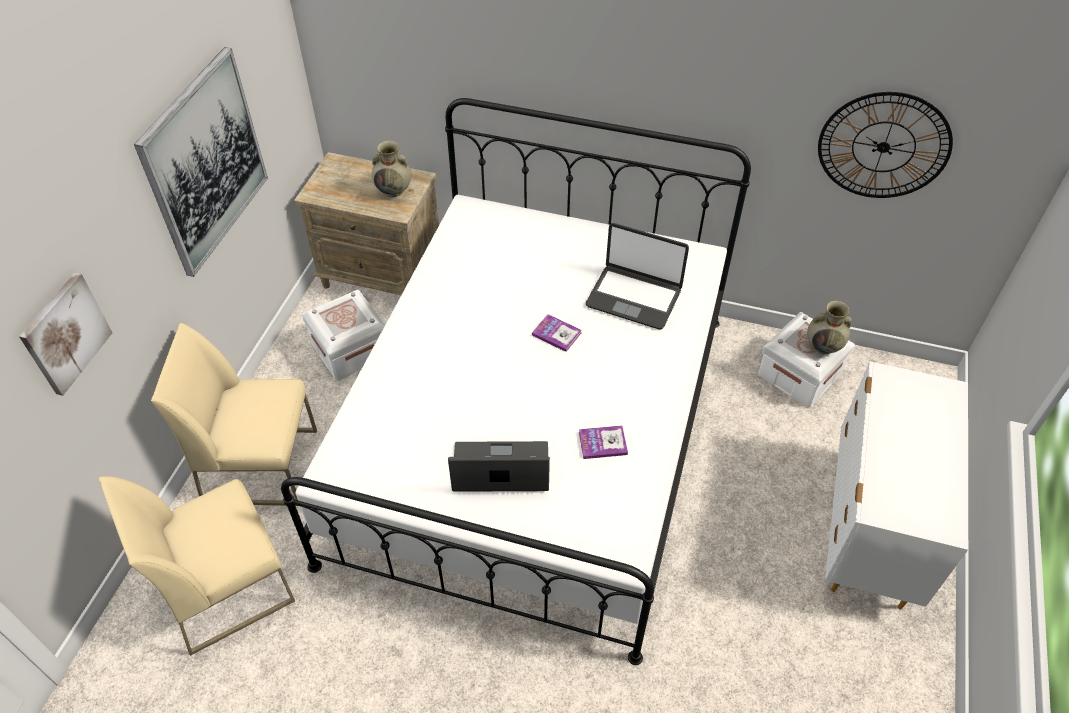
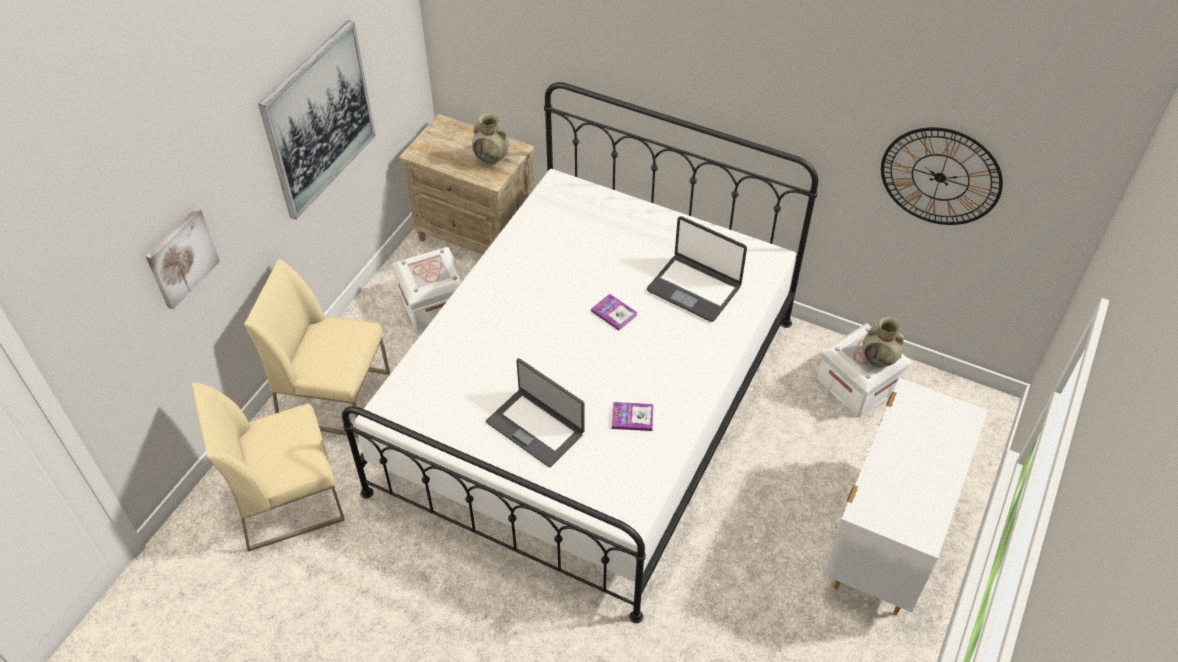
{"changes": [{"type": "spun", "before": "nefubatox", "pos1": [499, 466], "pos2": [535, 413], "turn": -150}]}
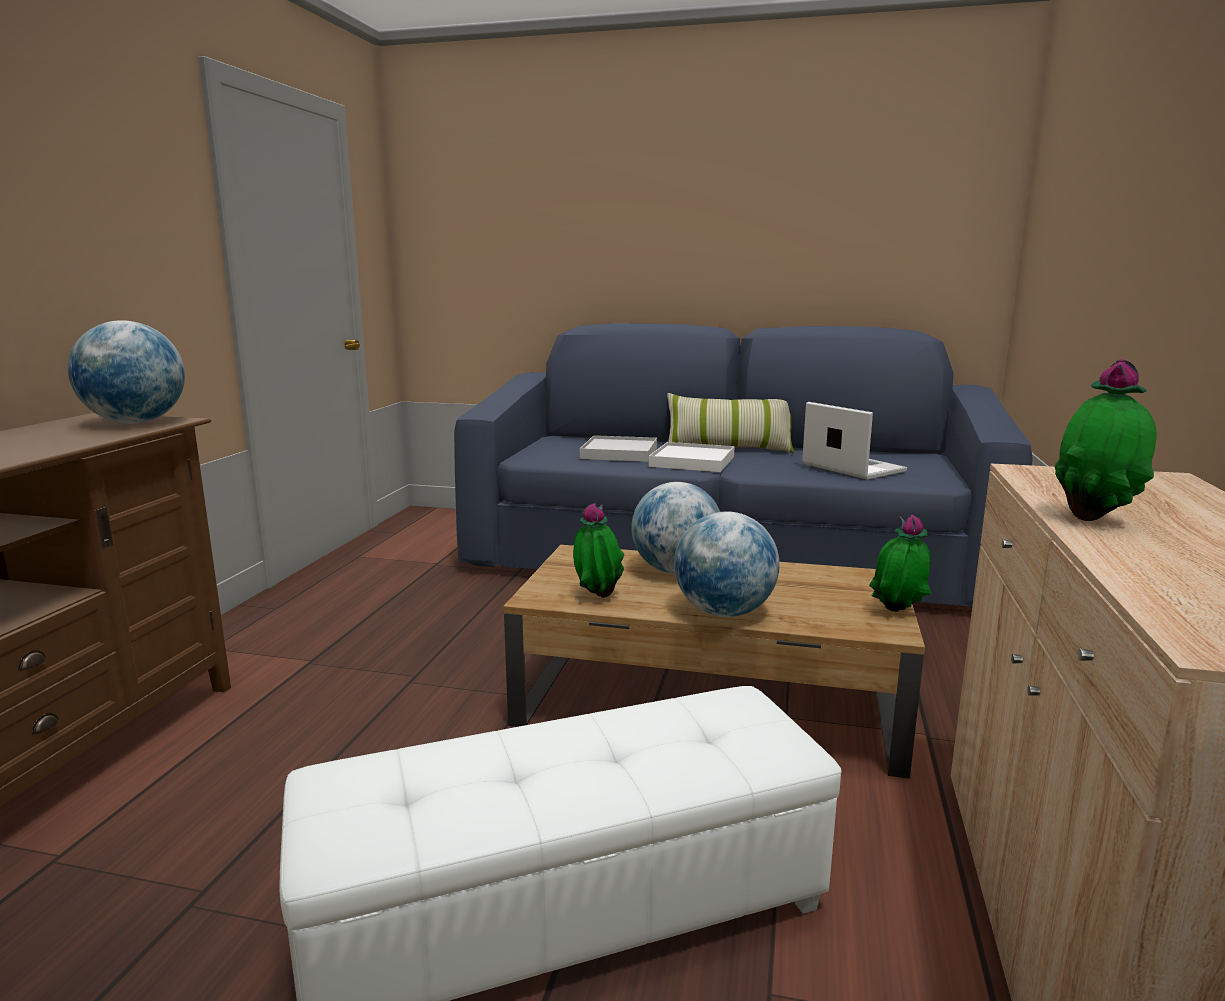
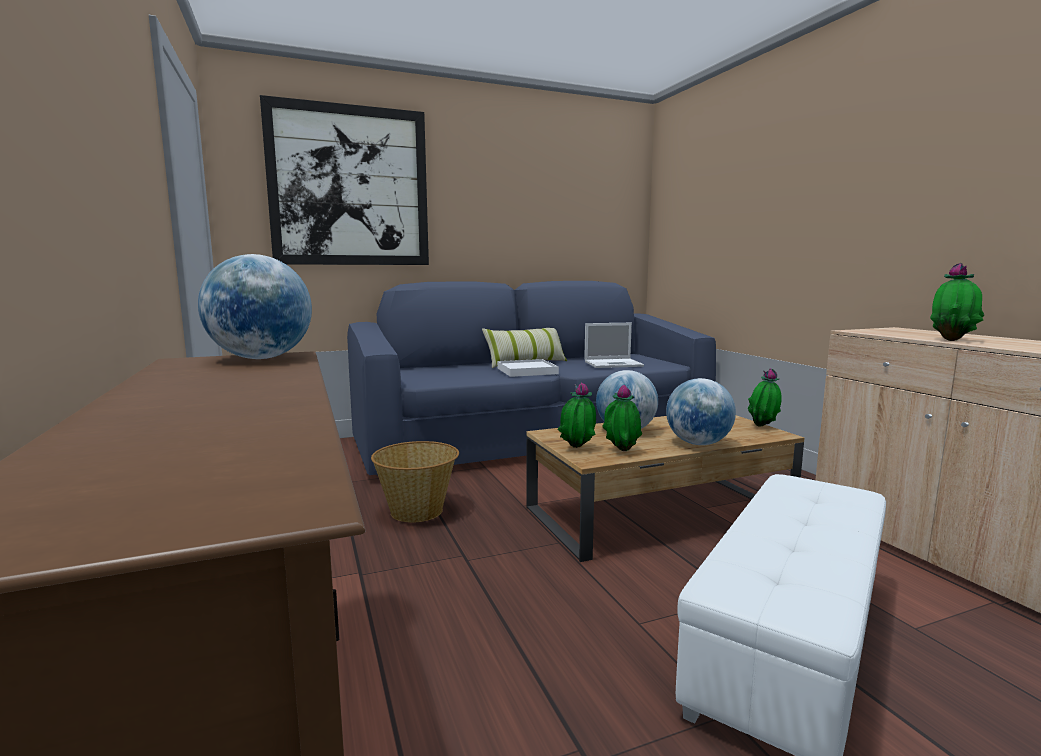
{"changes": [{"type": "appeared", "after": "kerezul", "pos2": [344, 180]}, {"type": "appeared", "after": "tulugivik", "pos2": [415, 482]}, {"type": "appeared", "after": "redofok", "pos2": [576, 415]}, {"type": "spun", "before": "nefubatox", "pos1": [854, 441], "pos2": [614, 345], "turn": 150}, {"type": "missing", "before": "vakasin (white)", "pos1": [618, 448]}]}
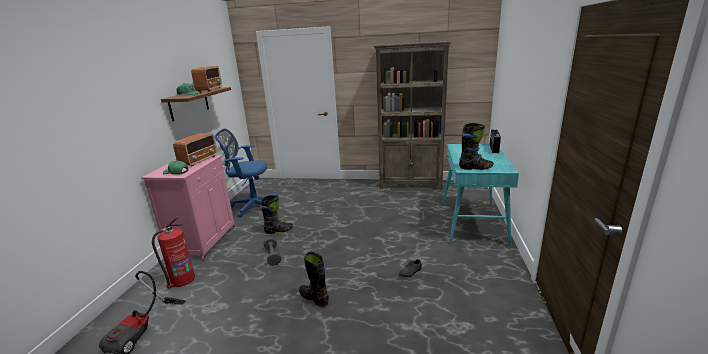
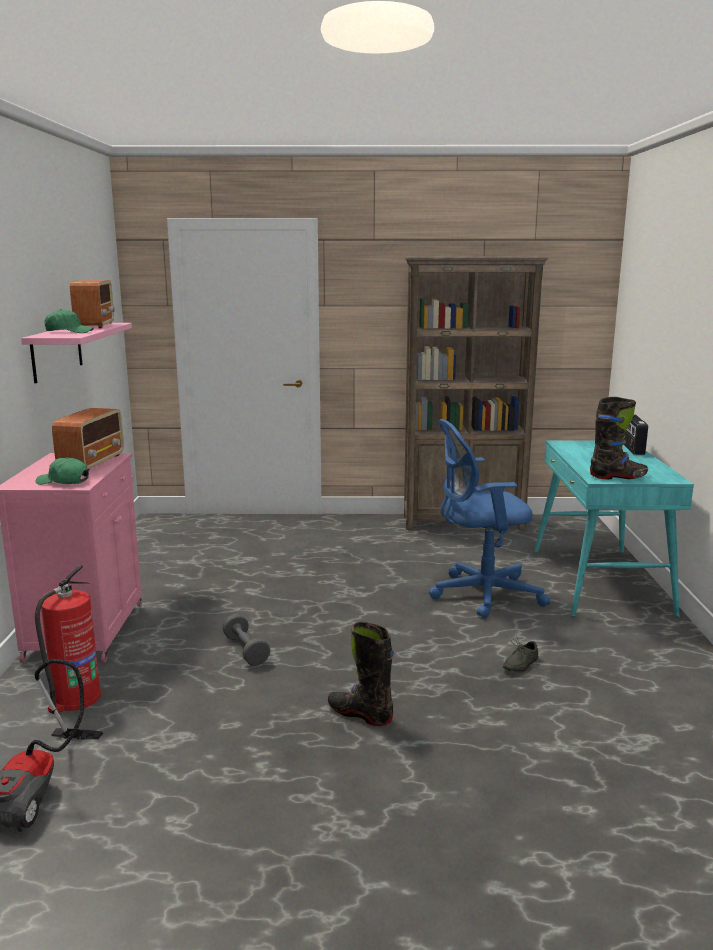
{"changes": [{"type": "colour", "before": "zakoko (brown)", "after": "zakoko (pink)", "pos1": [196, 104], "pos2": [76, 353]}, {"type": "relocated", "before": "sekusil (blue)", "pos1": [247, 173], "pos2": [489, 518]}, {"type": "missing", "before": "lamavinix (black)", "pos1": [277, 214]}]}
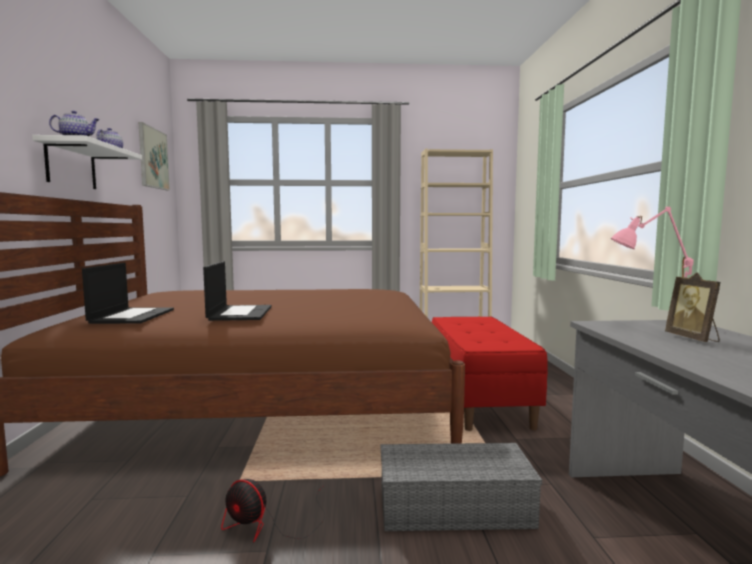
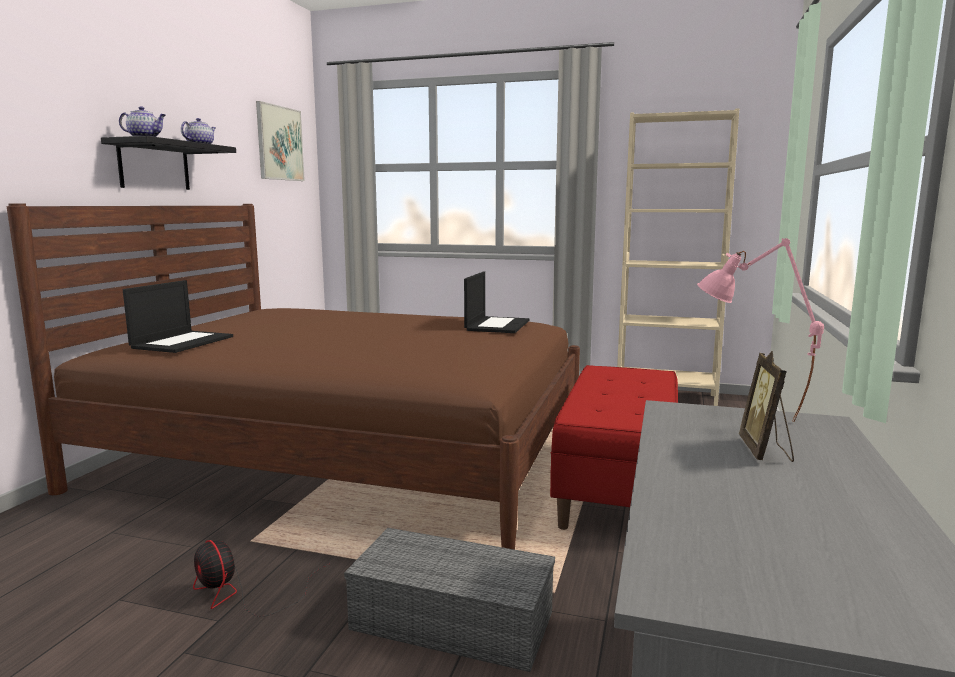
{"changes": [{"type": "colour", "before": "zakoko (white)", "after": "zakoko (black)", "pos1": [87, 162], "pos2": [168, 163]}, {"type": "relocated", "before": "nefubatox", "pos1": [237, 291], "pos2": [496, 302]}]}
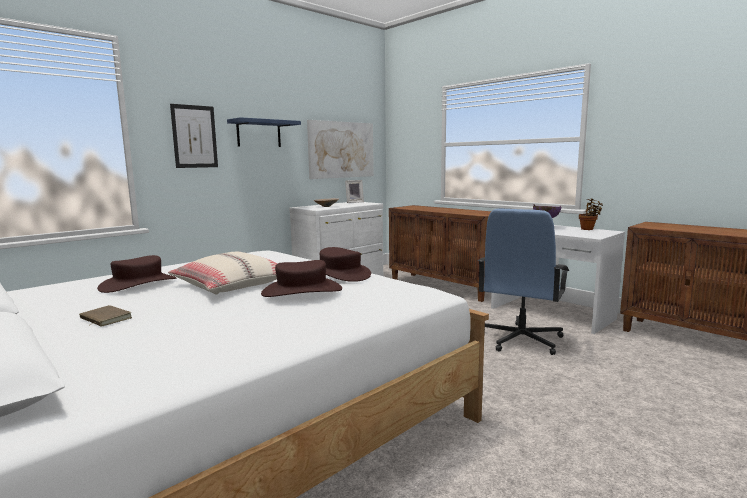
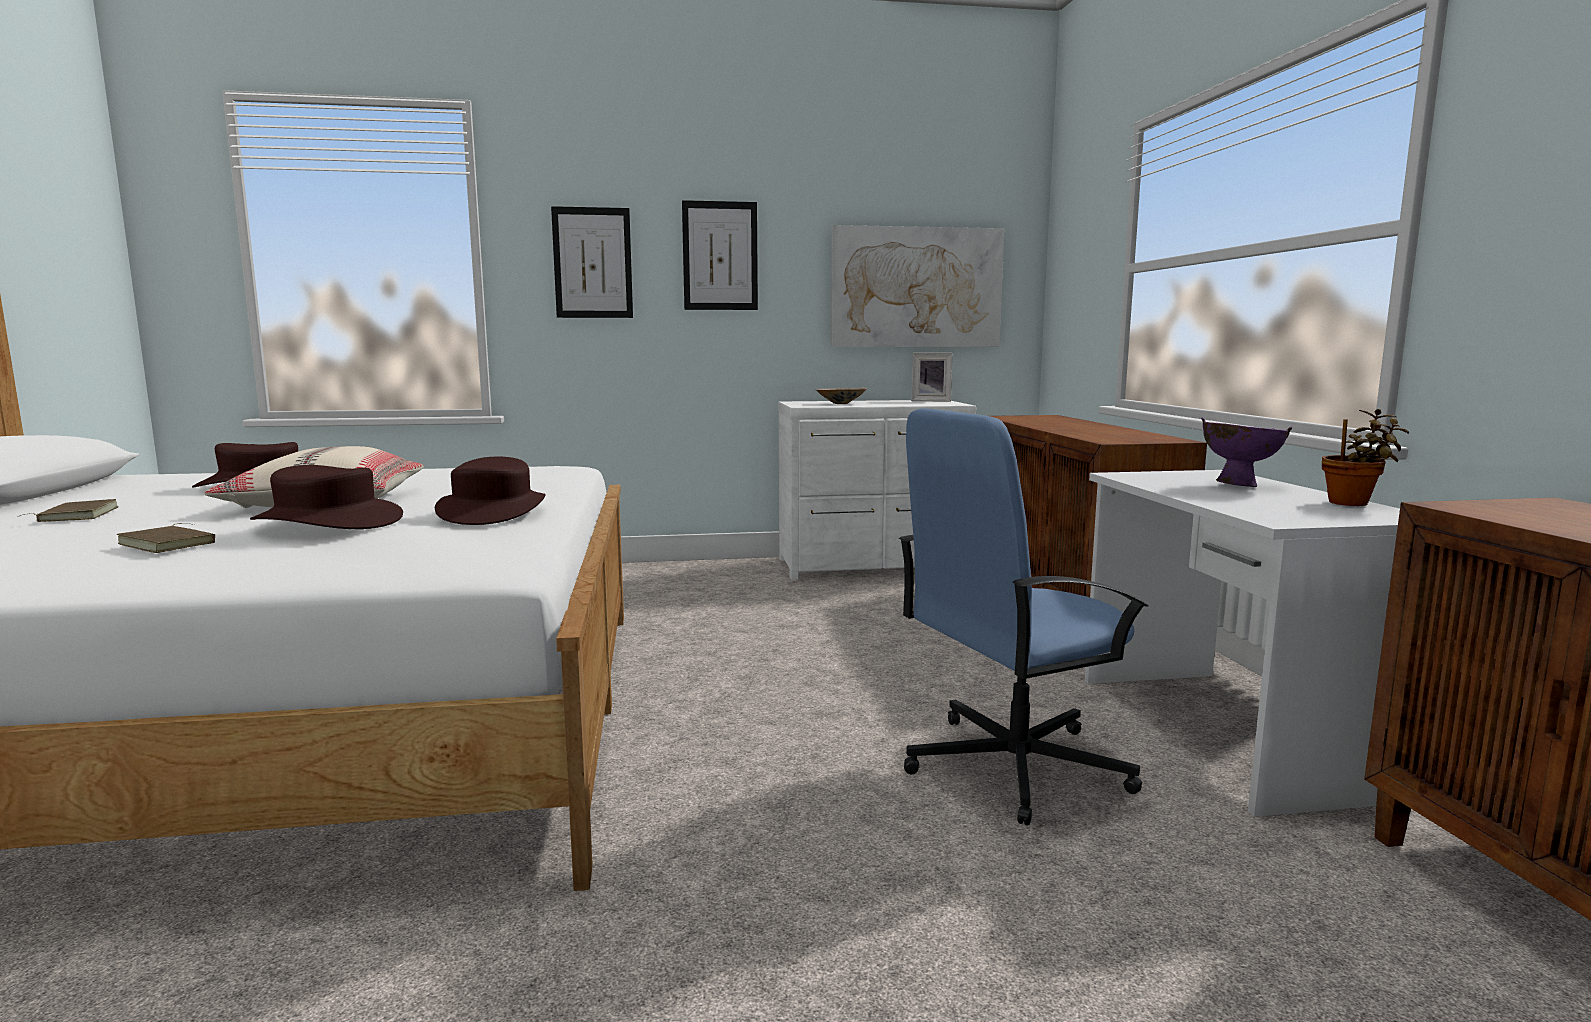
{"changes": [{"type": "appeared", "after": "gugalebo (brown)", "pos2": [166, 538]}, {"type": "exchanged", "before": "zakoko (blue)", "after": "kerezul", "pos1": [264, 132], "pos2": [720, 255]}]}
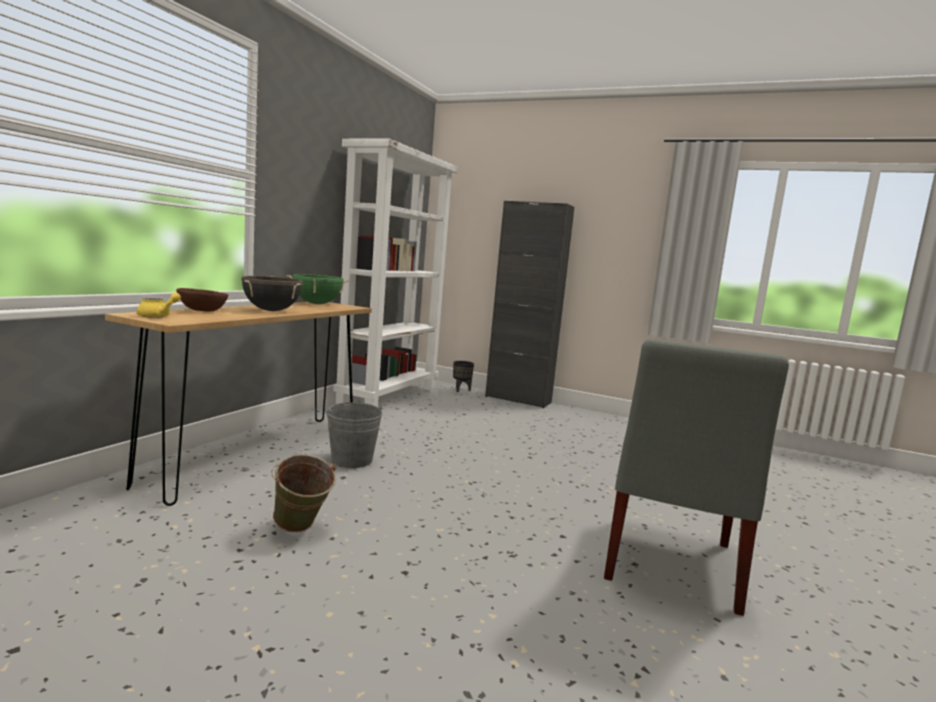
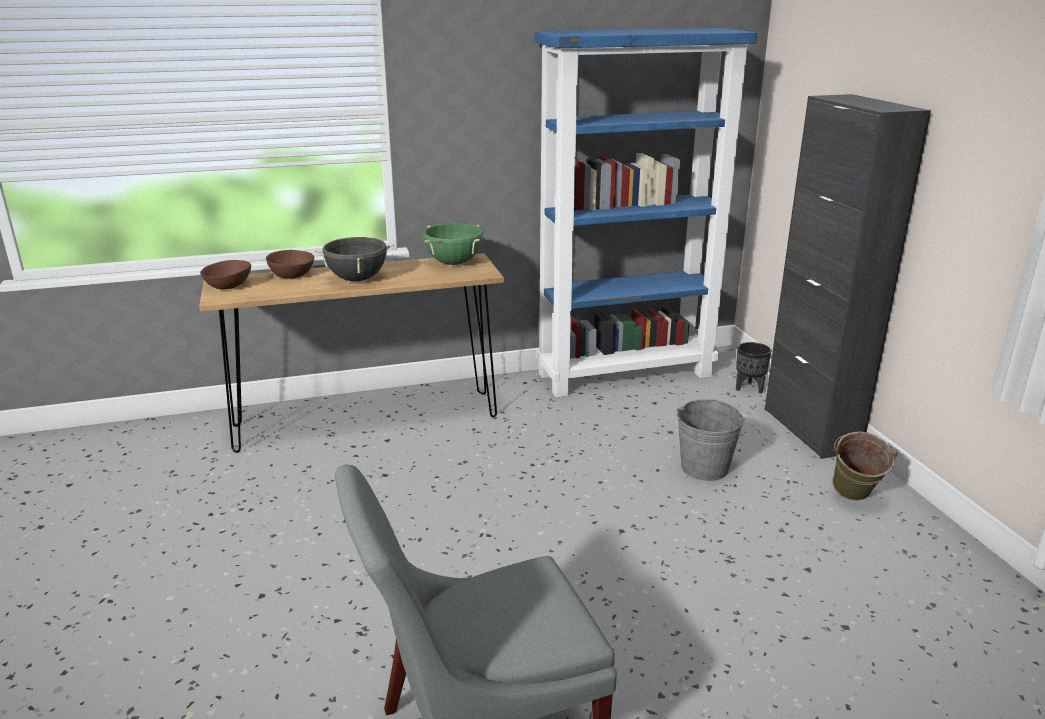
{"changes": [{"type": "exchanged", "before": "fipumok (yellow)", "after": "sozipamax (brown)", "pos1": [159, 305], "pos2": [225, 274]}, {"type": "colour", "before": "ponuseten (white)", "after": "ponuseten (blue)", "pos1": [395, 272], "pos2": [646, 213]}, {"type": "relocated", "before": "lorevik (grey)", "pos1": [354, 435], "pos2": [711, 440]}, {"type": "relocated", "before": "lorevik (green)", "pos1": [304, 493], "pos2": [864, 466]}]}
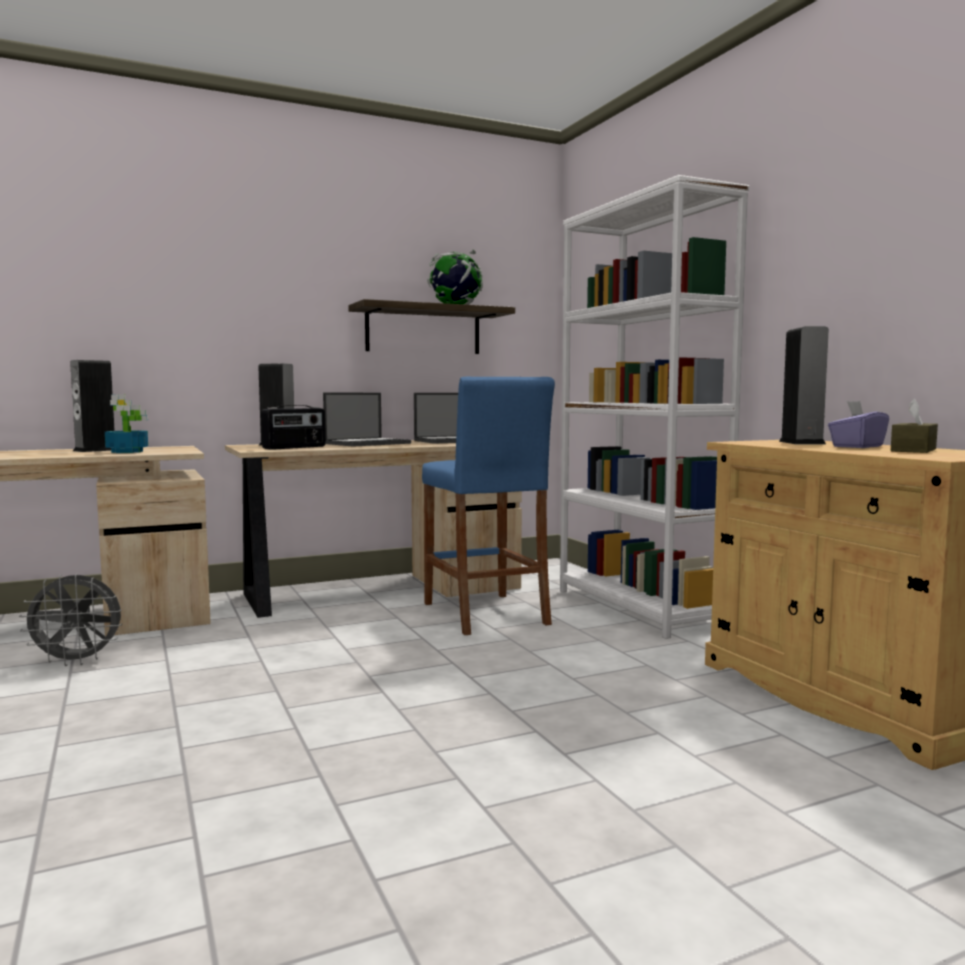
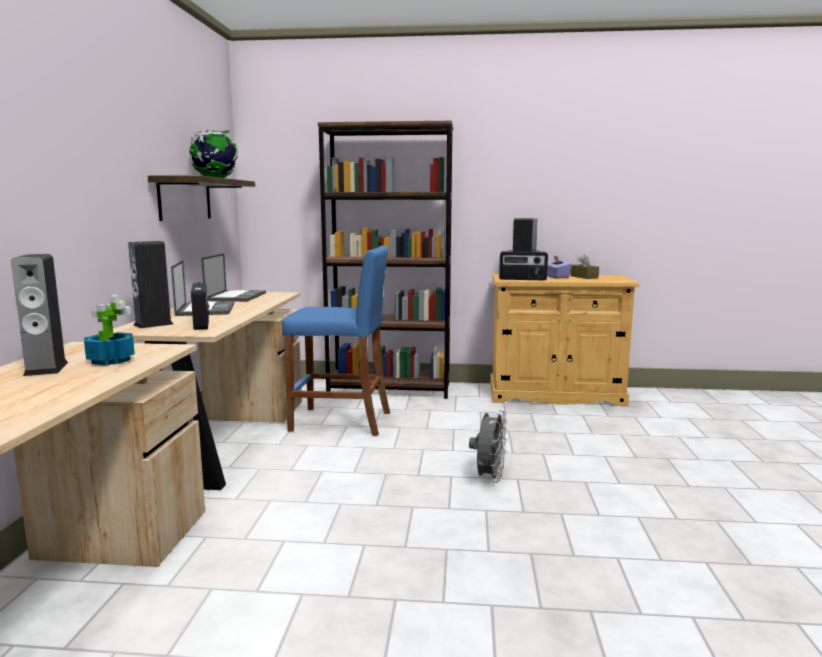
{"changes": [{"type": "colour", "before": "ponuseten (white)", "after": "ponuseten (brown)", "pos1": [654, 407], "pos2": [385, 260]}, {"type": "relocated", "before": "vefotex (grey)", "pos1": [71, 619], "pos2": [488, 446]}, {"type": "appeared", "after": "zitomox", "pos2": [523, 264]}]}
